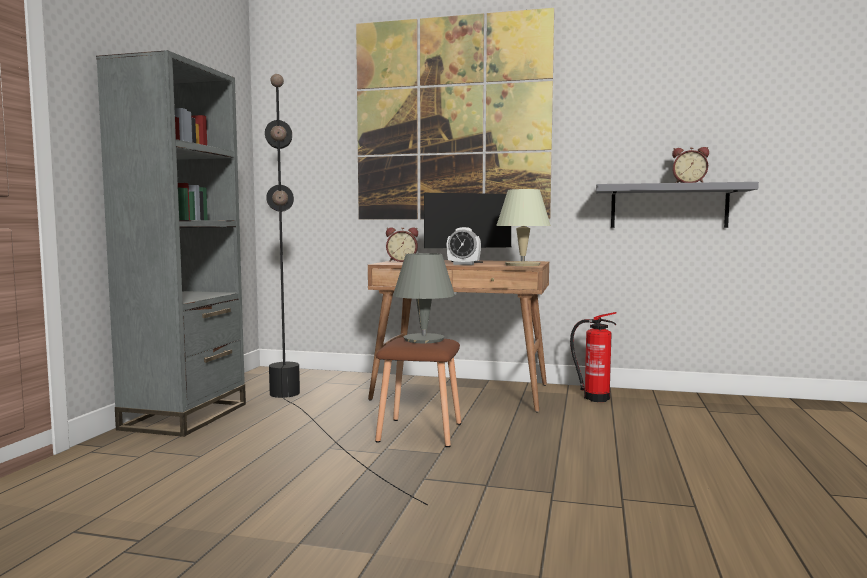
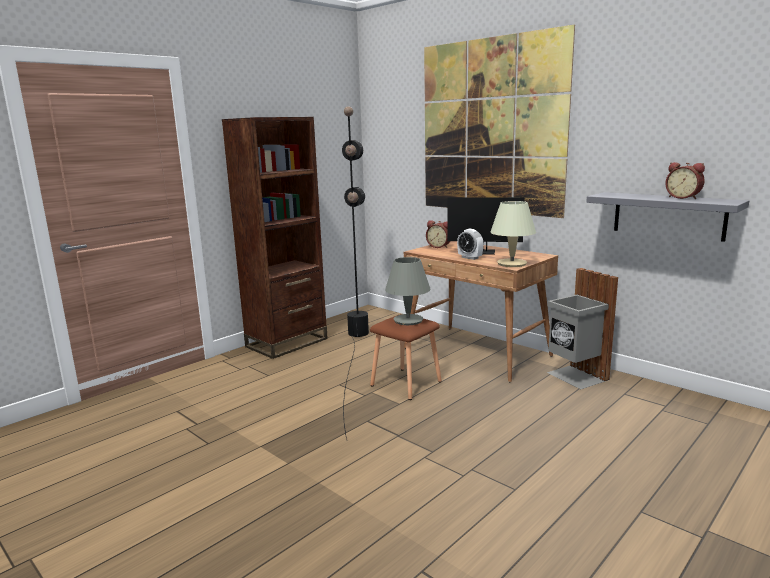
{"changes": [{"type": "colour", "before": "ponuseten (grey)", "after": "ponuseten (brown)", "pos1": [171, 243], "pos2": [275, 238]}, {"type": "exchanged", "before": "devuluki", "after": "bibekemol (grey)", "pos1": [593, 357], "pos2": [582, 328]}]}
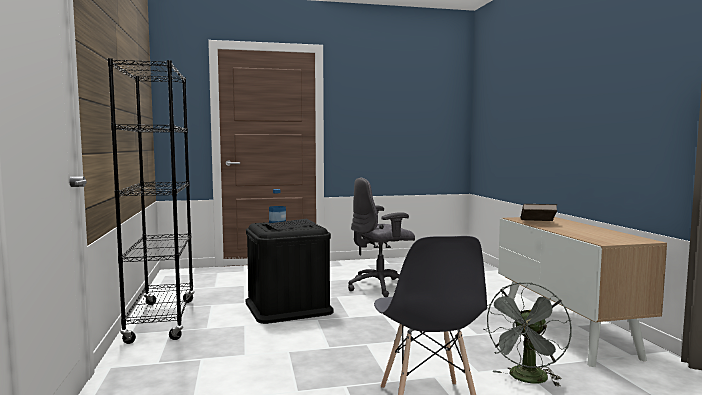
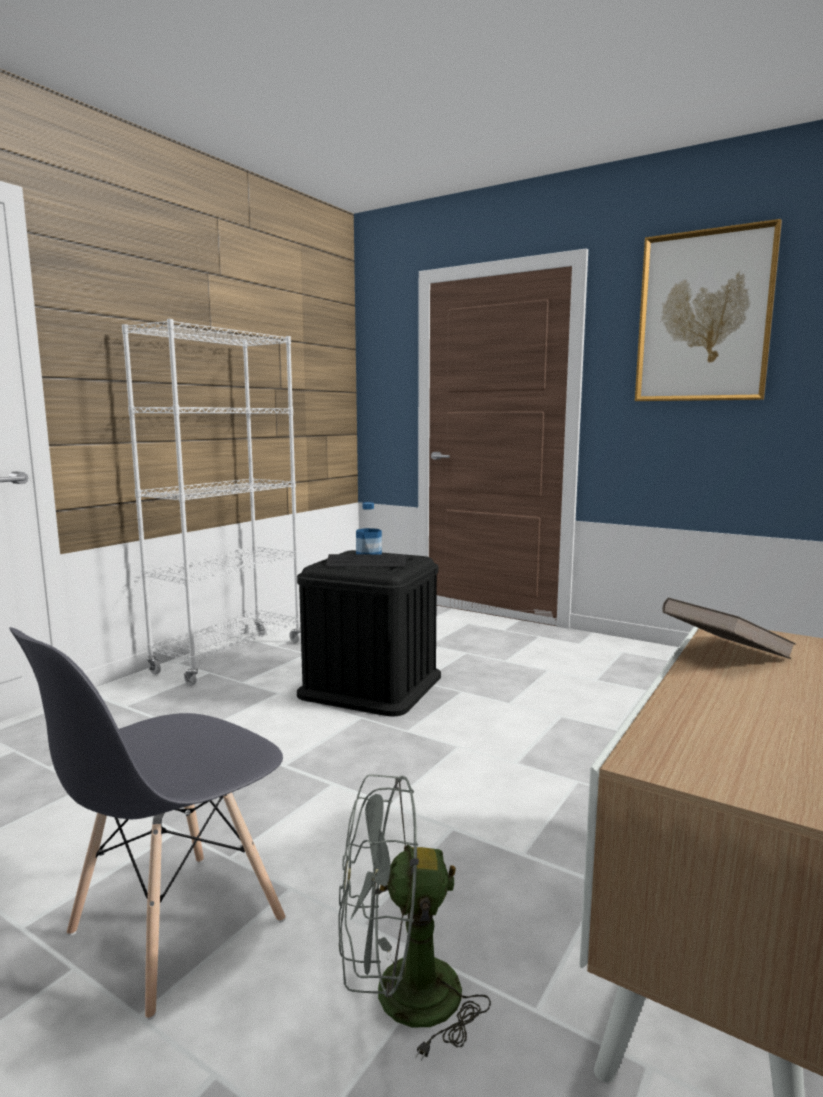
{"changes": [{"type": "colour", "before": "ponuseten (black)", "after": "ponuseten (white)", "pos1": [151, 201], "pos2": [211, 502]}, {"type": "appeared", "after": "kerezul", "pos2": [708, 310]}, {"type": "missing", "before": "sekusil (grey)", "pos1": [381, 237]}]}
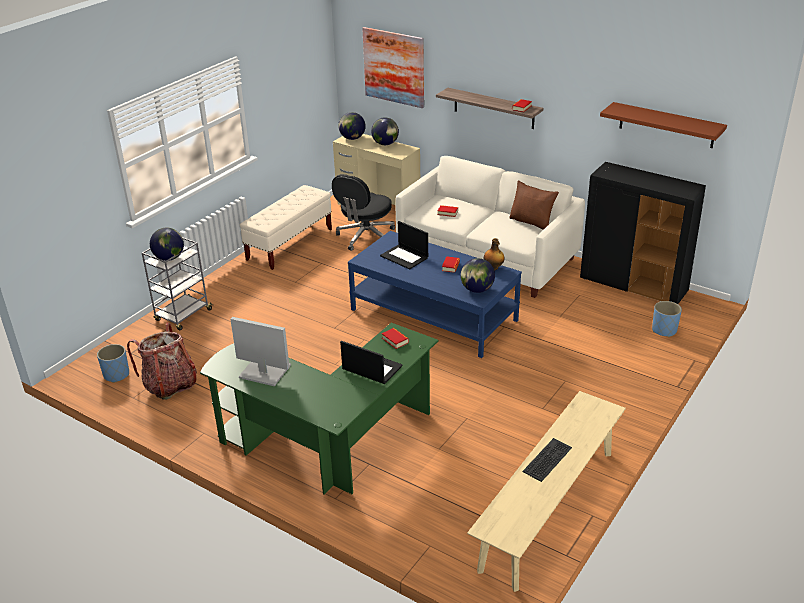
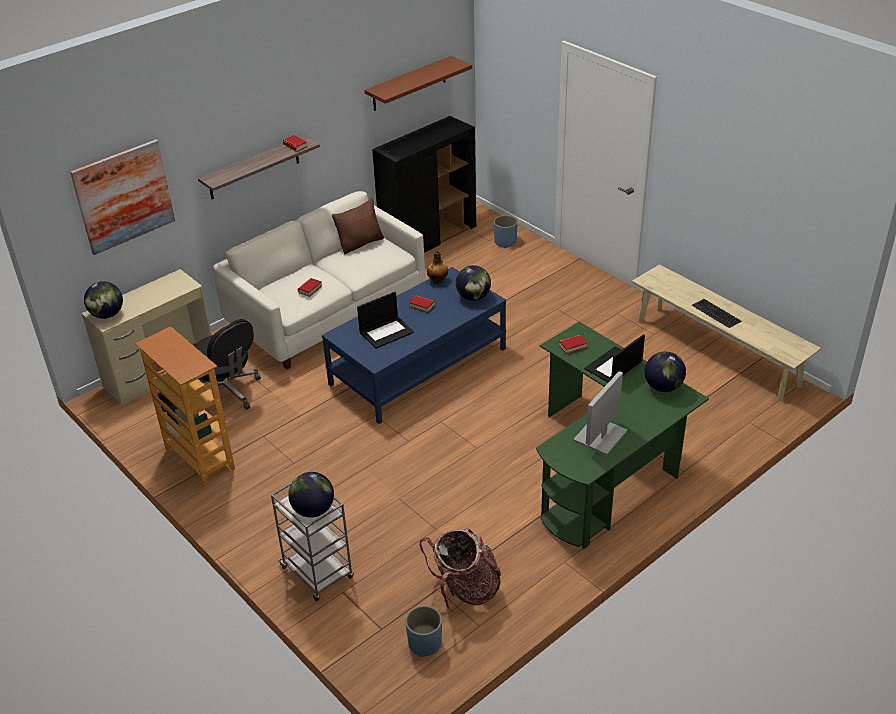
{"changes": [{"type": "exchanged", "before": "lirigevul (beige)", "after": "ponuseten", "pos1": [286, 227], "pos2": [185, 406]}, {"type": "relocated", "before": "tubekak", "pos1": [385, 131], "pos2": [665, 371]}]}
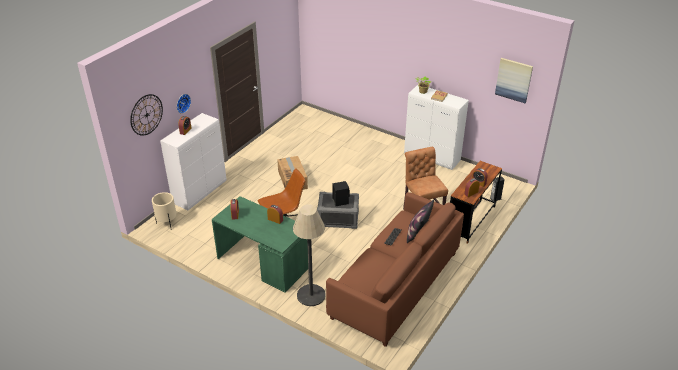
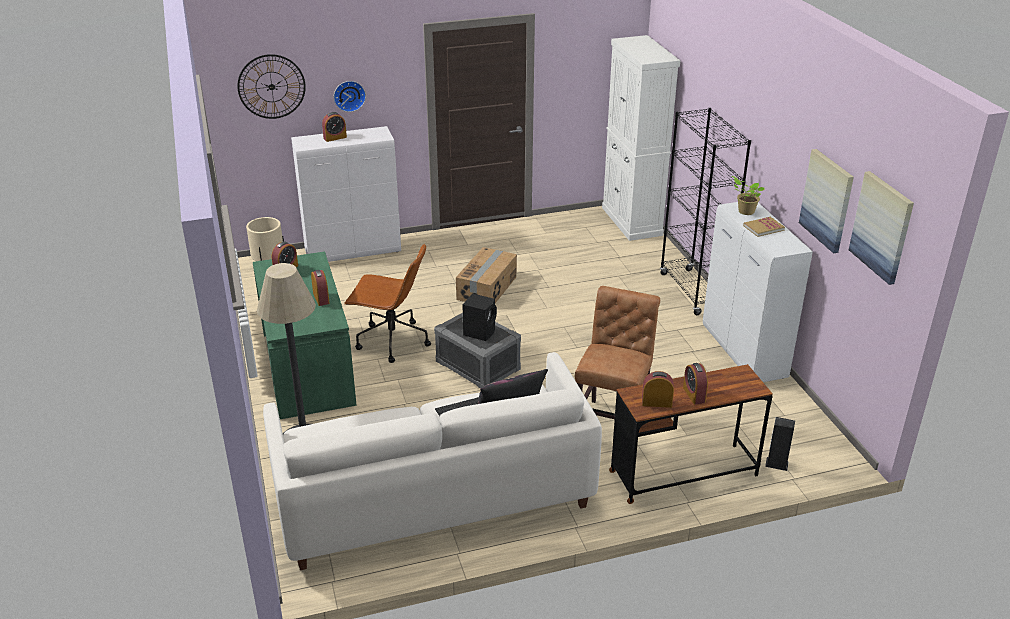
{"changes": [{"type": "colour", "before": "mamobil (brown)", "after": "mamobil (white)", "pos1": [395, 269], "pos2": [432, 461]}, {"type": "appeared", "after": "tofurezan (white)", "pos2": [641, 138]}, {"type": "appeared", "after": "ponuseten (black)", "pos2": [705, 211]}, {"type": "appeared", "after": "kerezul", "pos2": [826, 201]}]}
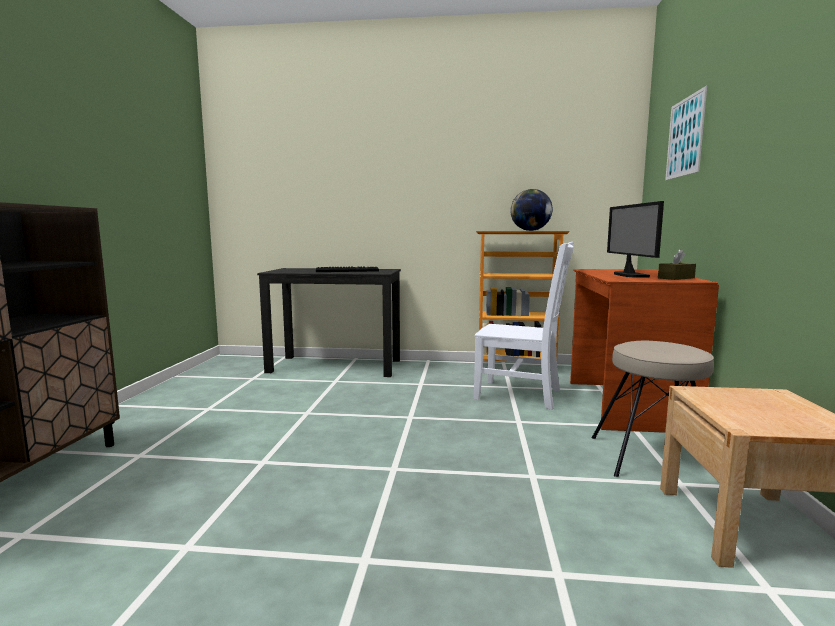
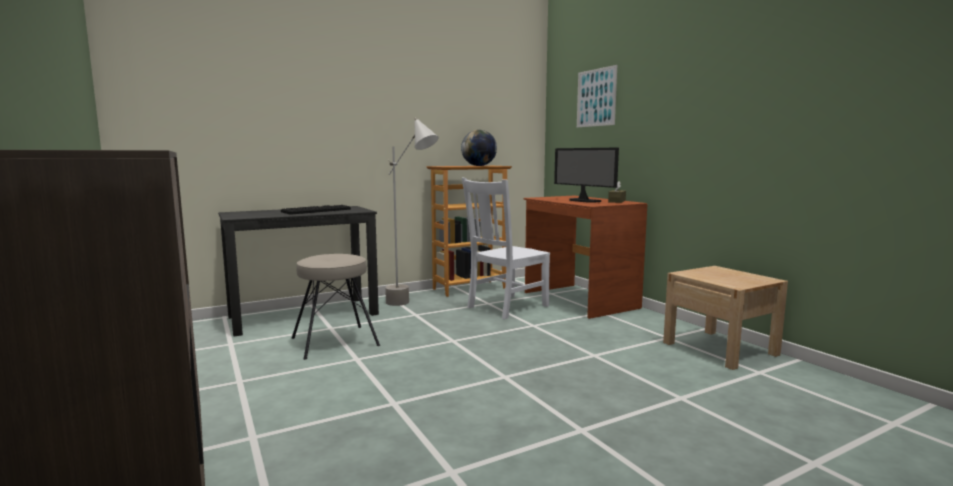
{"changes": [{"type": "relocated", "before": "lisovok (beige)", "pos1": [653, 409], "pos2": [336, 307]}, {"type": "appeared", "after": "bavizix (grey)", "pos2": [411, 211]}, {"type": "spun", "before": "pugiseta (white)", "pos1": [524, 326], "pos2": [506, 248], "turn": 150}]}
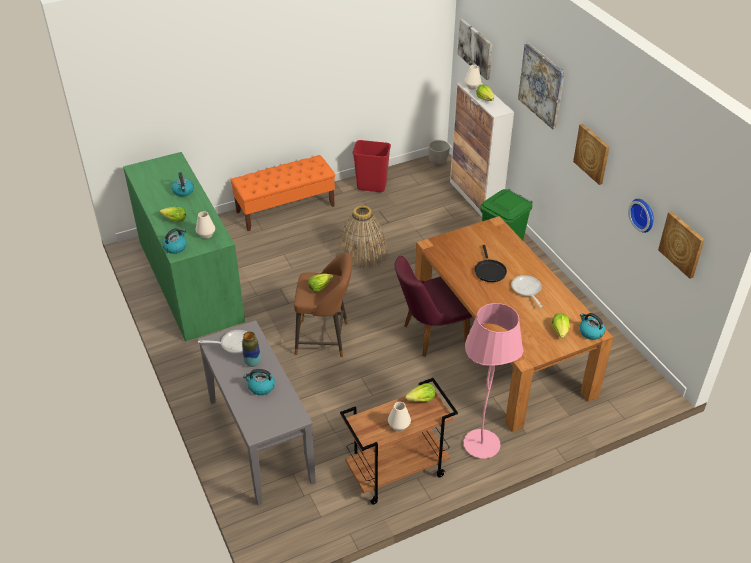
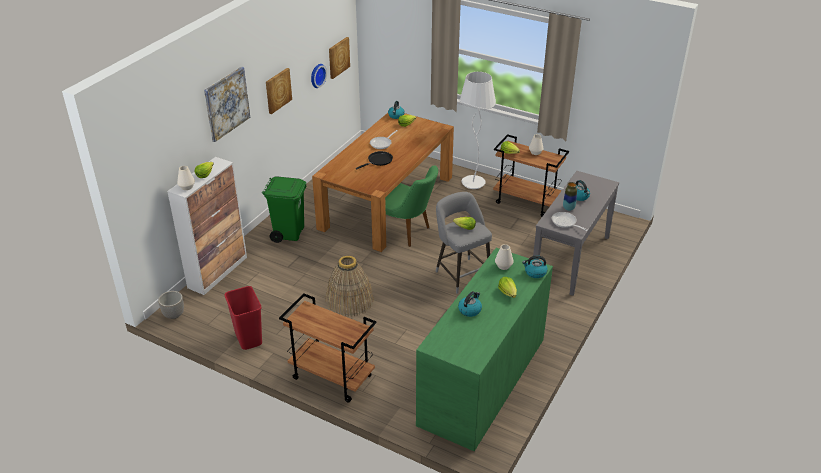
{"changes": [{"type": "exchanged", "before": "lirigevul (orange)", "after": "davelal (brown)", "pos1": [282, 193], "pos2": [327, 348]}, {"type": "colour", "before": "pugiseta (purple)", "after": "pugiseta (green)", "pos1": [434, 306], "pos2": [411, 206]}, {"type": "colour", "before": "lisovok (brown)", "after": "lisovok (grey)", "pos1": [323, 304], "pos2": [464, 243]}, {"type": "colour", "before": "bavizix (pink)", "after": "bavizix (white)", "pos1": [493, 381], "pos2": [478, 130]}, {"type": "missing", "before": "kerezul", "pos1": [475, 49]}]}
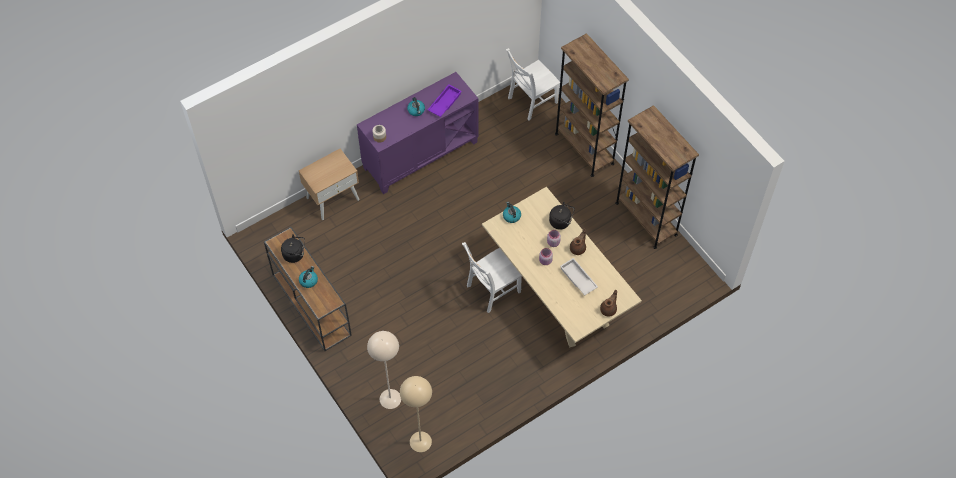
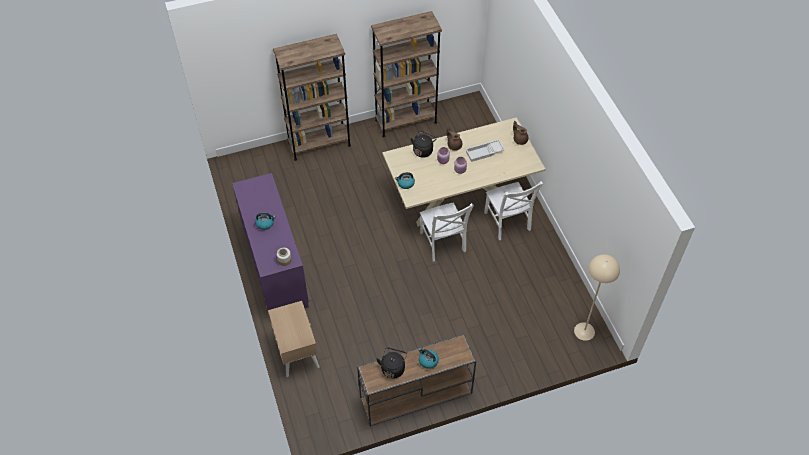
{"changes": [{"type": "relocated", "before": "pugiseta (white)", "pos1": [533, 84], "pos2": [513, 210]}, {"type": "missing", "before": "bavizix (beige)", "pos1": [384, 370]}, {"type": "missing", "before": "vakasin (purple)", "pos1": [445, 100]}]}
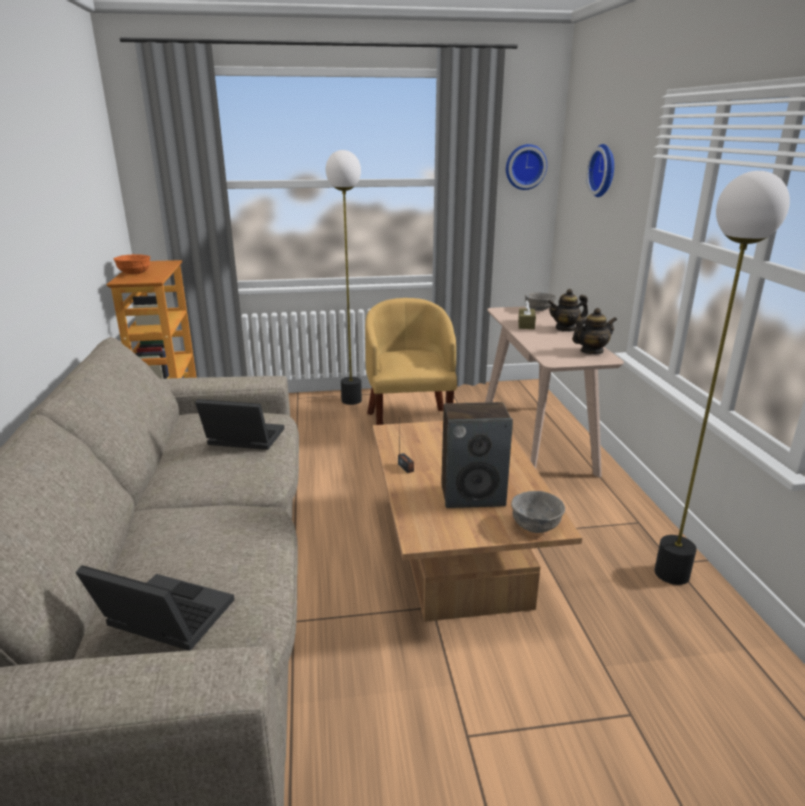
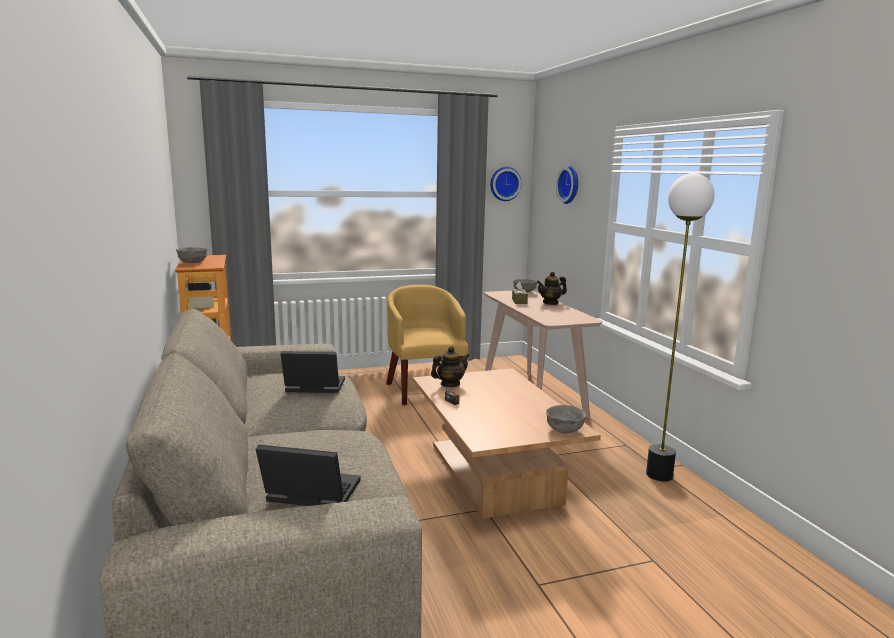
{"changes": [{"type": "colour", "before": "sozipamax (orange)", "after": "sozipamax (grey)", "pos1": [132, 264], "pos2": [192, 255]}, {"type": "relocated", "before": "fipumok", "pos1": [594, 331], "pos2": [450, 366]}, {"type": "missing", "before": "bavizix", "pos1": [344, 277]}, {"type": "missing", "before": "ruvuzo", "pos1": [477, 455]}]}
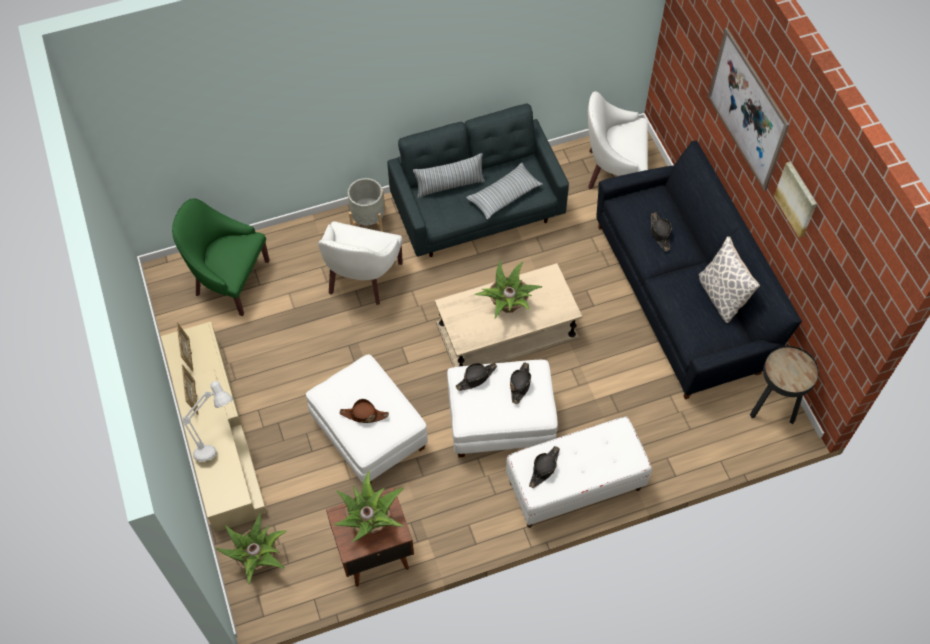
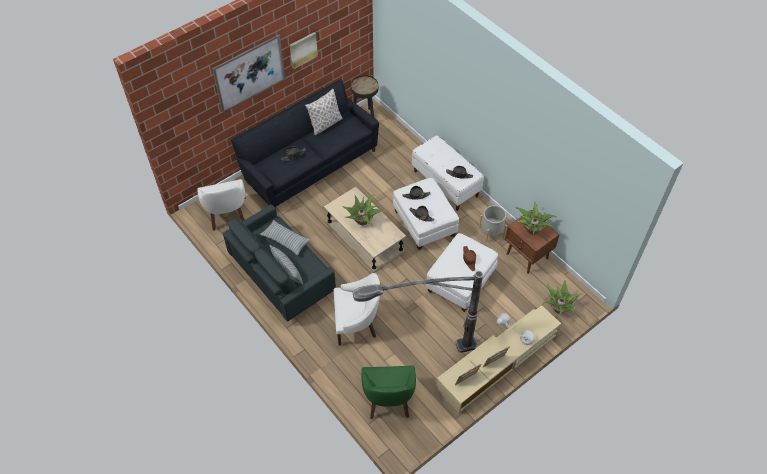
{"changes": [{"type": "appeared", "after": "bavizix", "pos2": [418, 312]}, {"type": "relocated", "before": "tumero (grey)", "pos1": [366, 205], "pos2": [493, 224]}]}
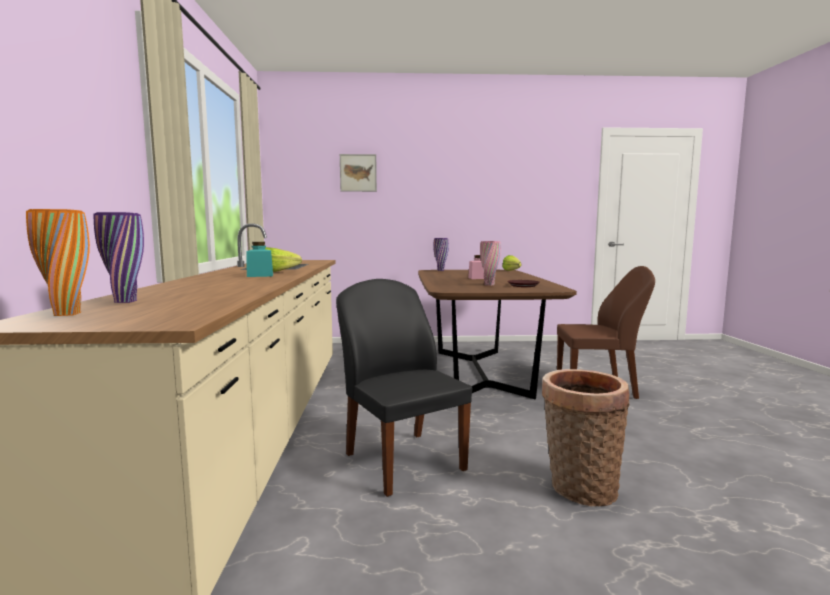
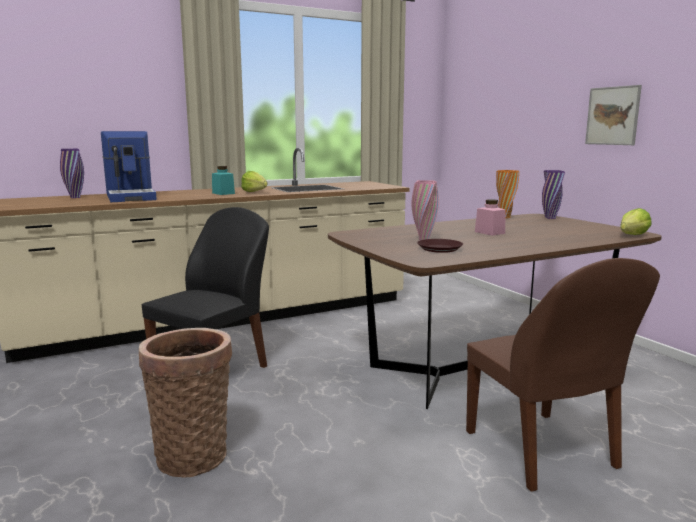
{"changes": [{"type": "appeared", "after": "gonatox", "pos2": [129, 166]}, {"type": "relocated", "before": "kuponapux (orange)", "pos1": [58, 262], "pos2": [507, 194]}, {"type": "relocated", "before": "kerezul", "pos1": [358, 173], "pos2": [613, 115]}]}
